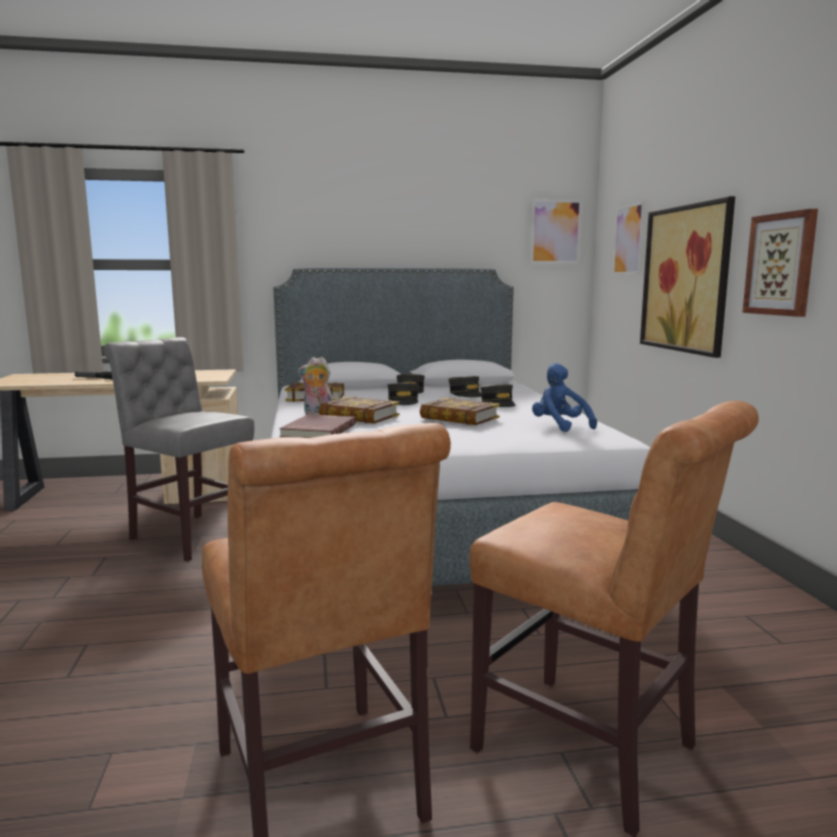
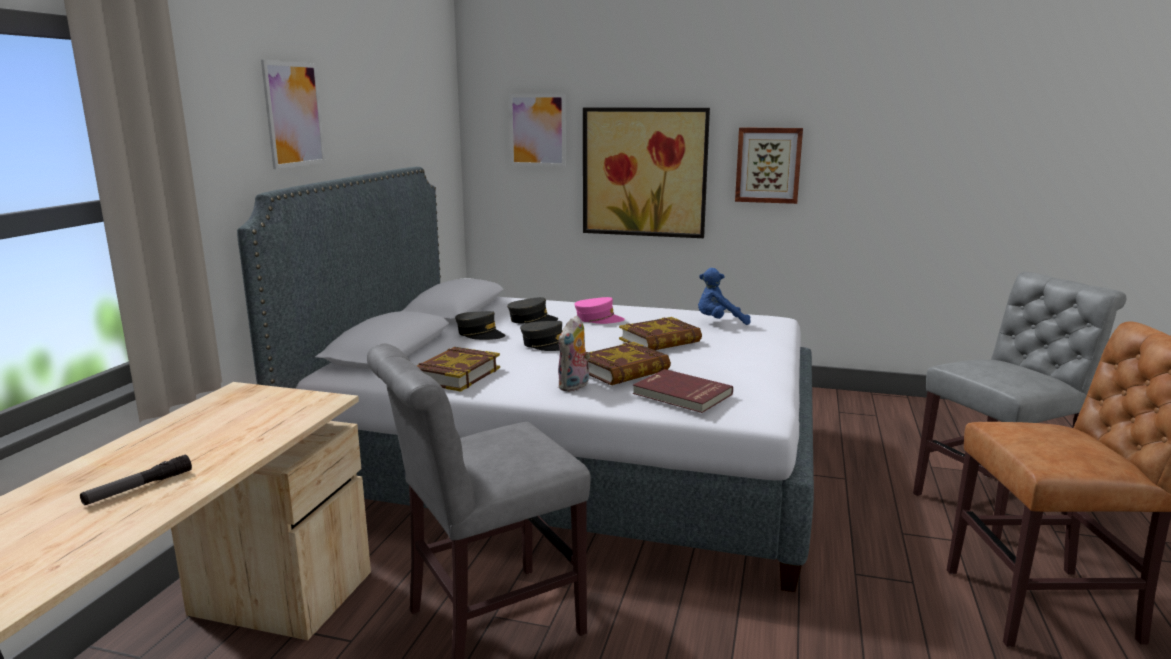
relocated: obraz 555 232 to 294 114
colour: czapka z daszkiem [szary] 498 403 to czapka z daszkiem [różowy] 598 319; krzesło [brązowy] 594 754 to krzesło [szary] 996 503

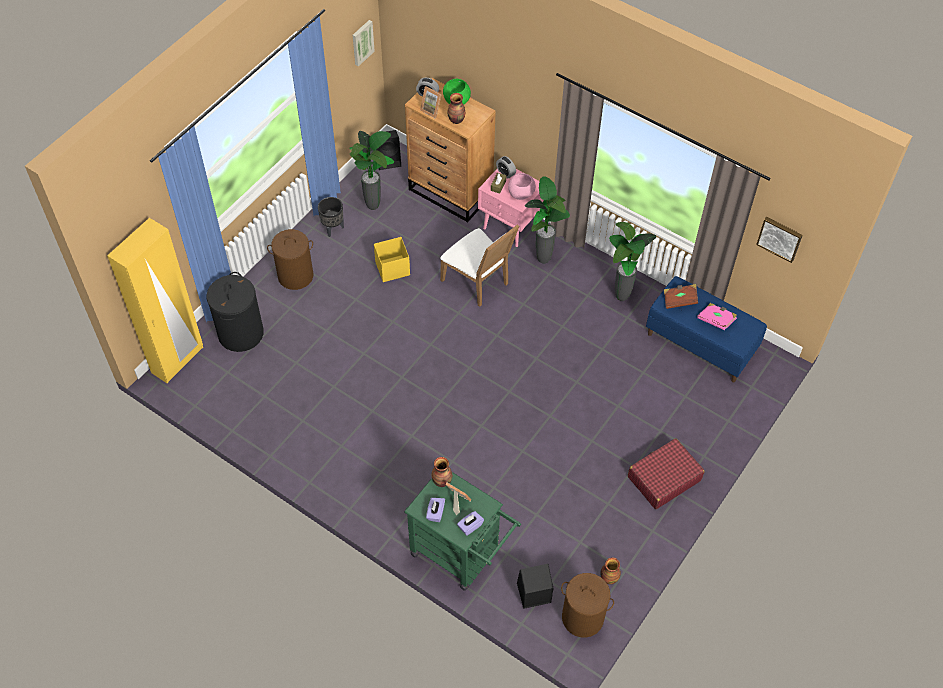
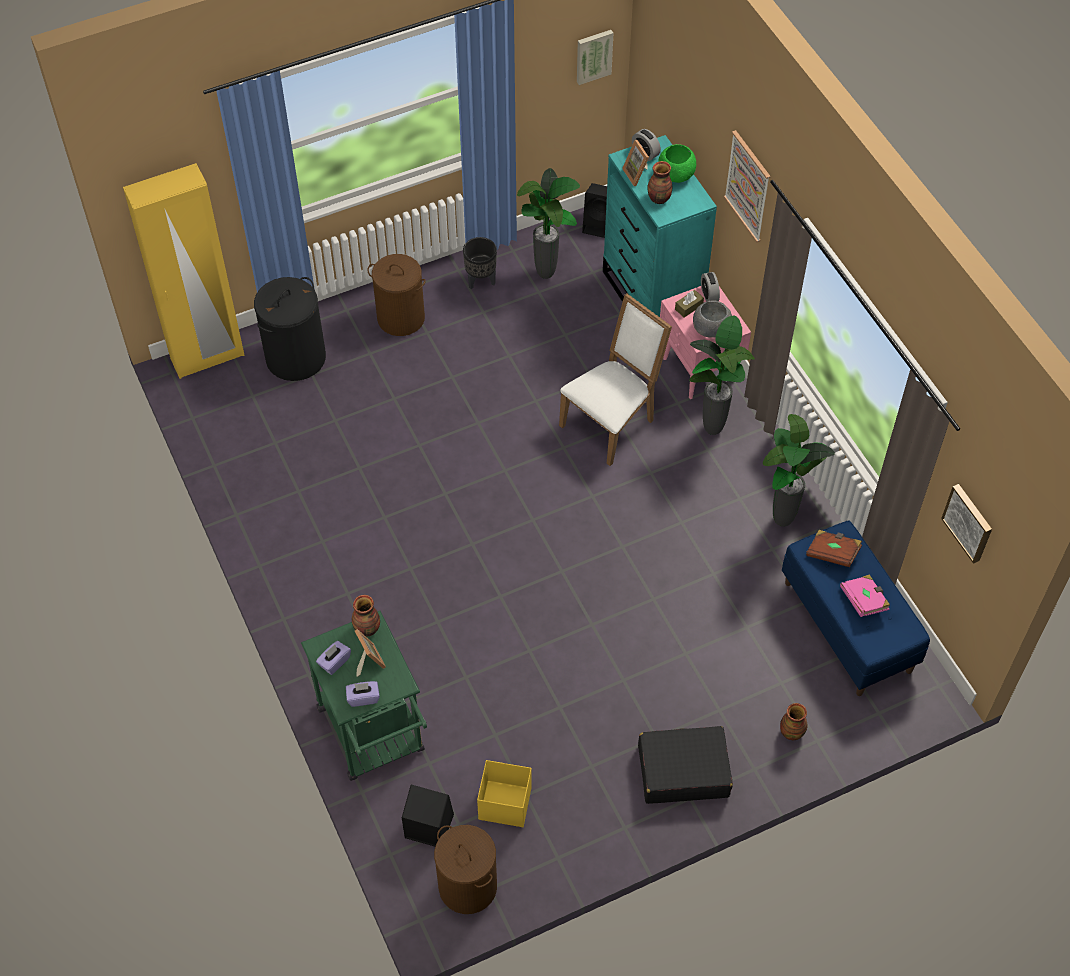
appeared: obraz 748 186
relocated: pojemnik do przechowywania [żółty] 392 268 to 504 803; wazon 609 577 to 791 732
colour: komoda [brązowy] 451 193 to komoda [turkusowy] 652 297; miska [różowy] 521 193 to miska [szary] 711 329; walizka [czerwony] 663 478 to walizka [czarny] 682 771
spun: krzesło [biały] 478 283 = 612 422 120 degrees counterclockwise

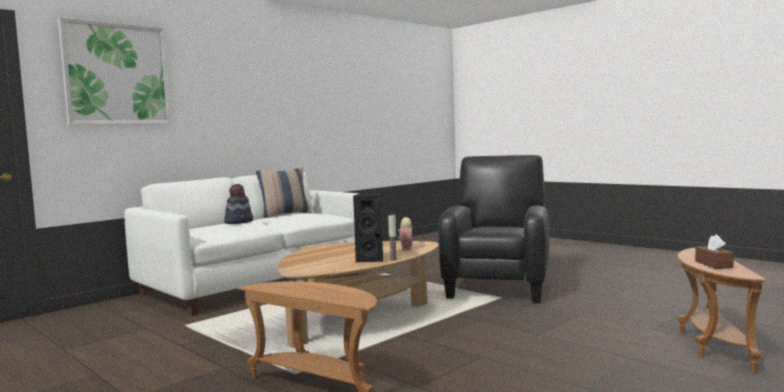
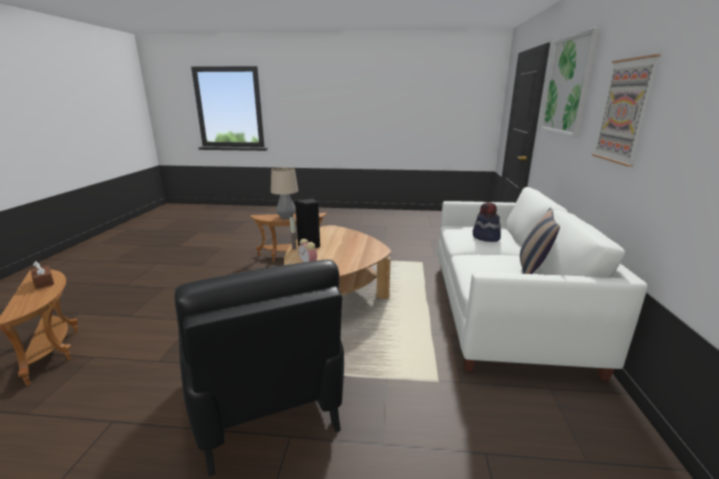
appeared: obraz 624 111; lampa stołowa 286 217

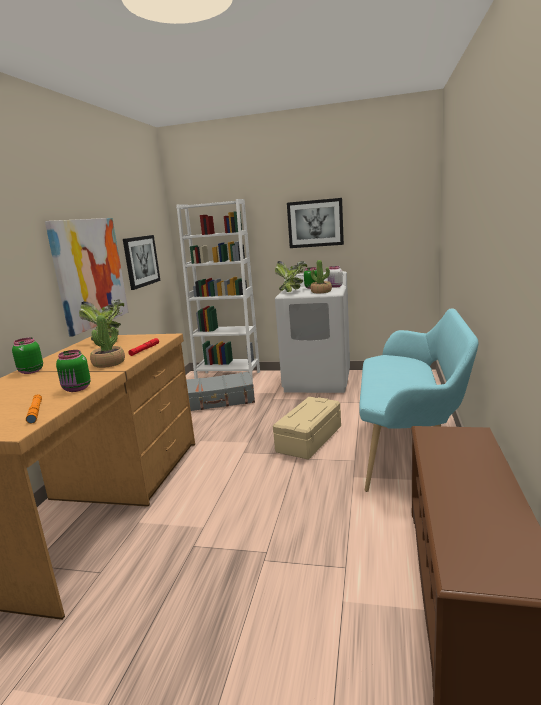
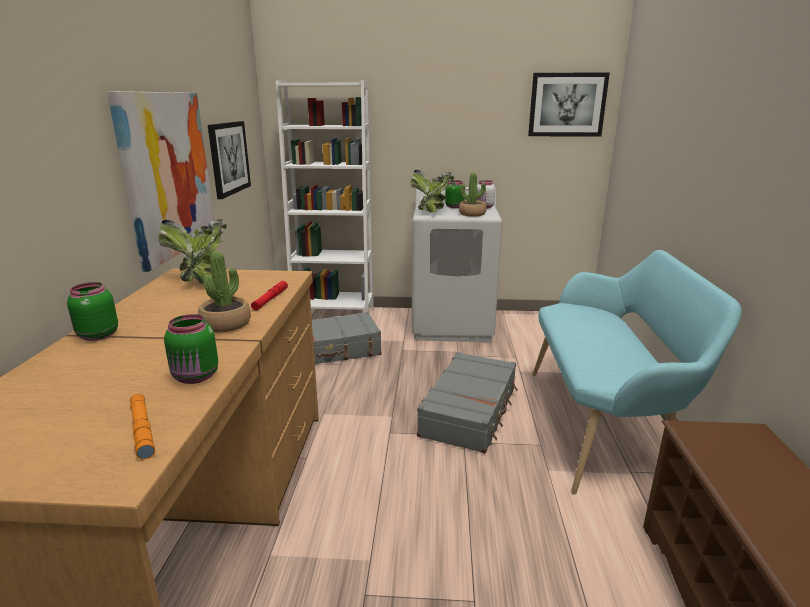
relocated: obraz 315 223 to 567 105
exchanged: pojemnik do przechowywania [beżowy] 309 439 to walizka [szary] 470 411

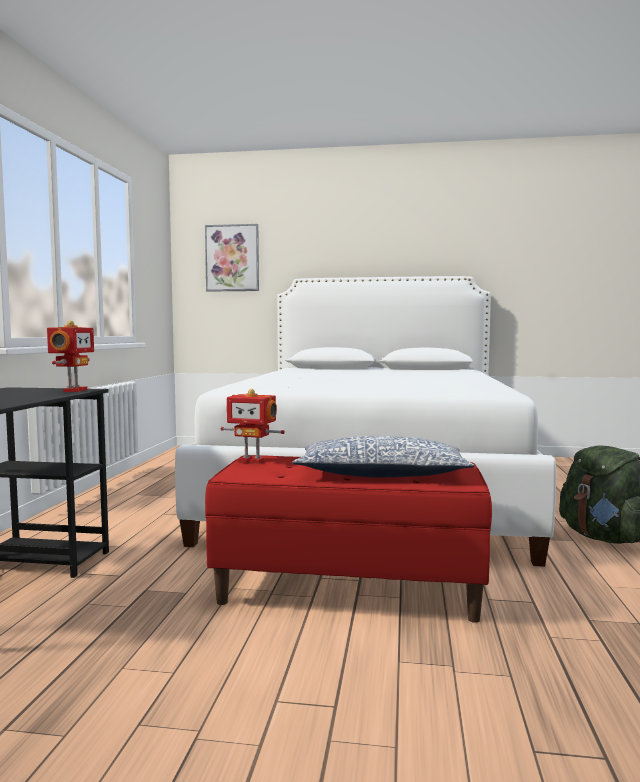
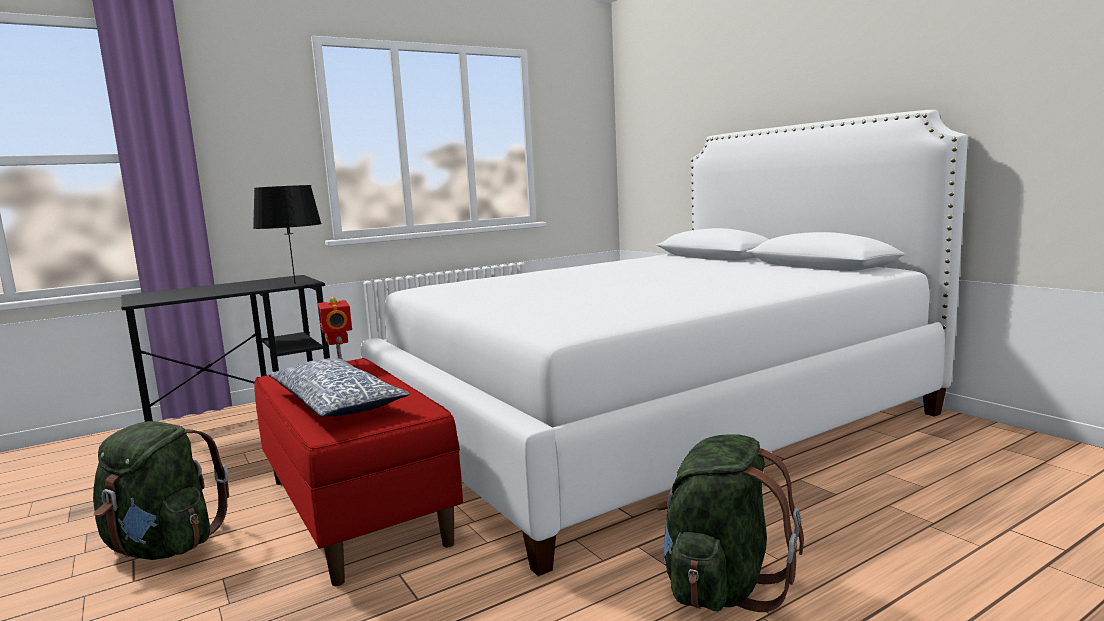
missing: obraz 232 258
appeared: plecak [zielony] 163 547
exchanged: robot zabawkowy 73 390 to lampa stołowa [czarny] 295 283

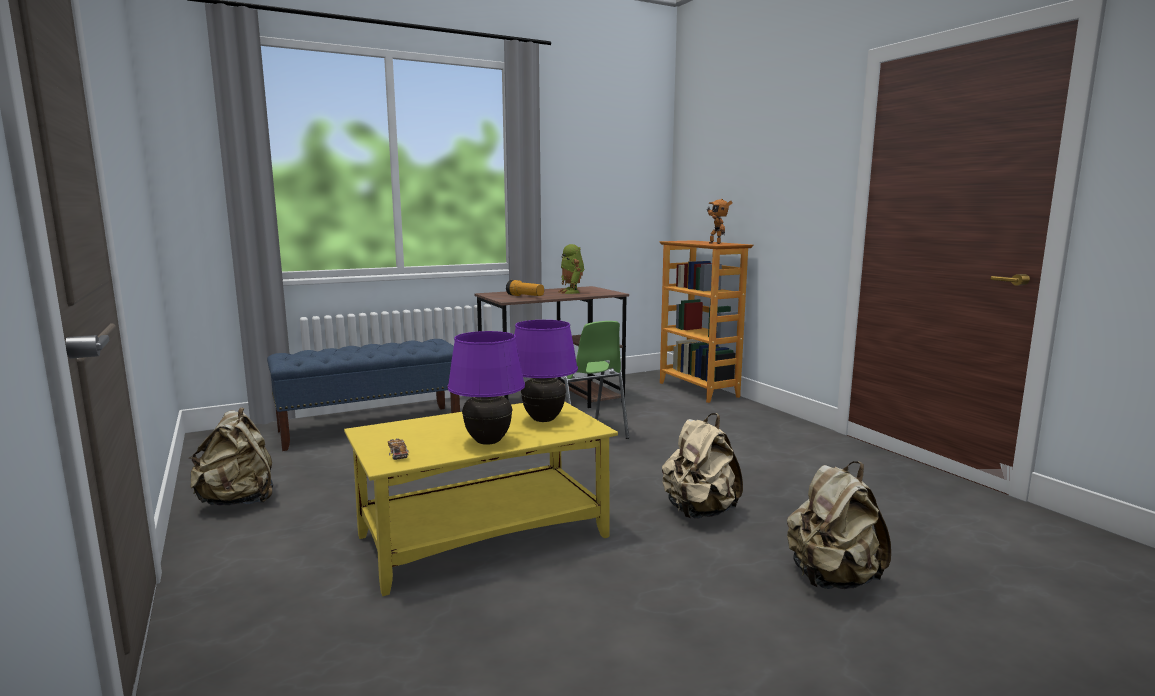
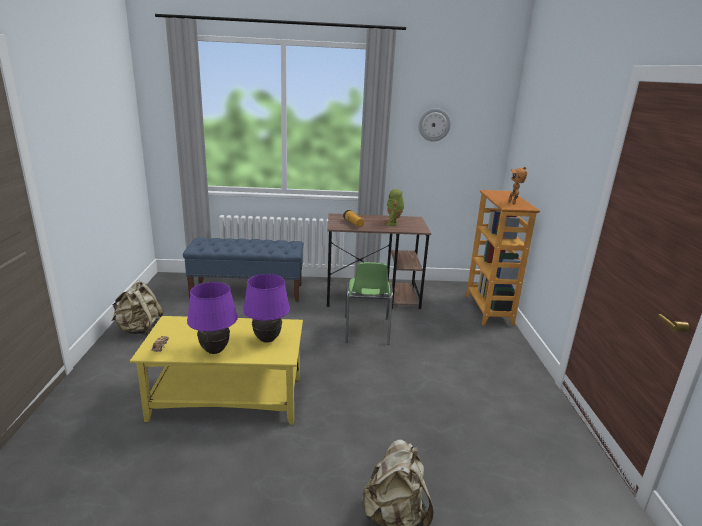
missing: plecak [beżowy] 699 512
appeared: zegar ścienny 434 124

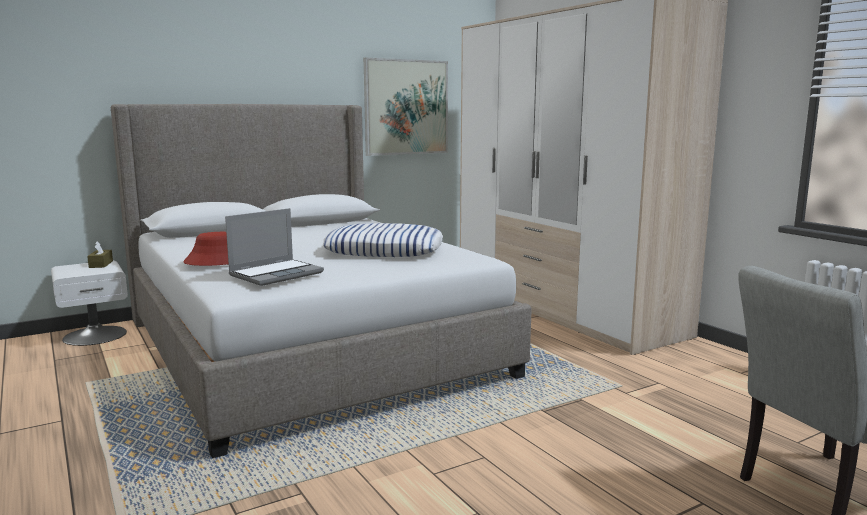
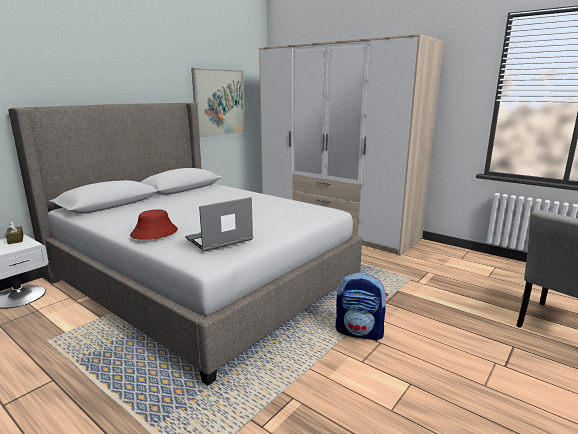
missing: poduszka 384 250
appeared: plecak 360 332
spun: laptop 276 274 = 219 240 150 degrees counterclockwise

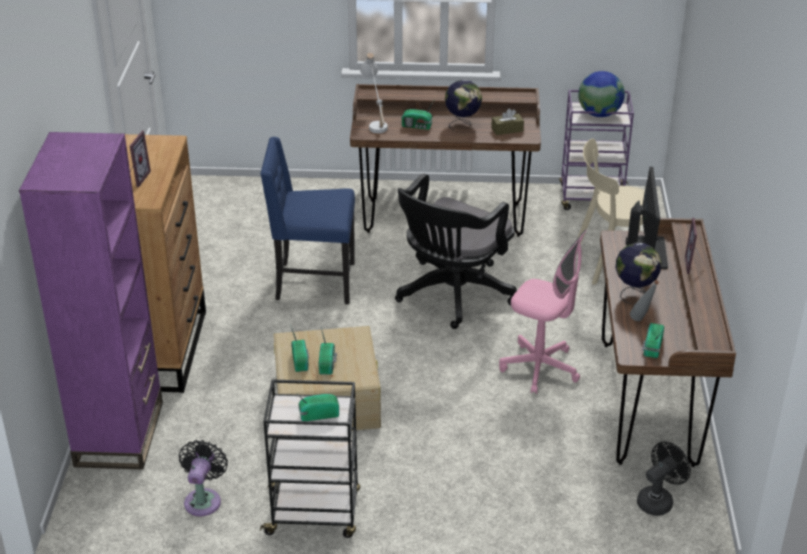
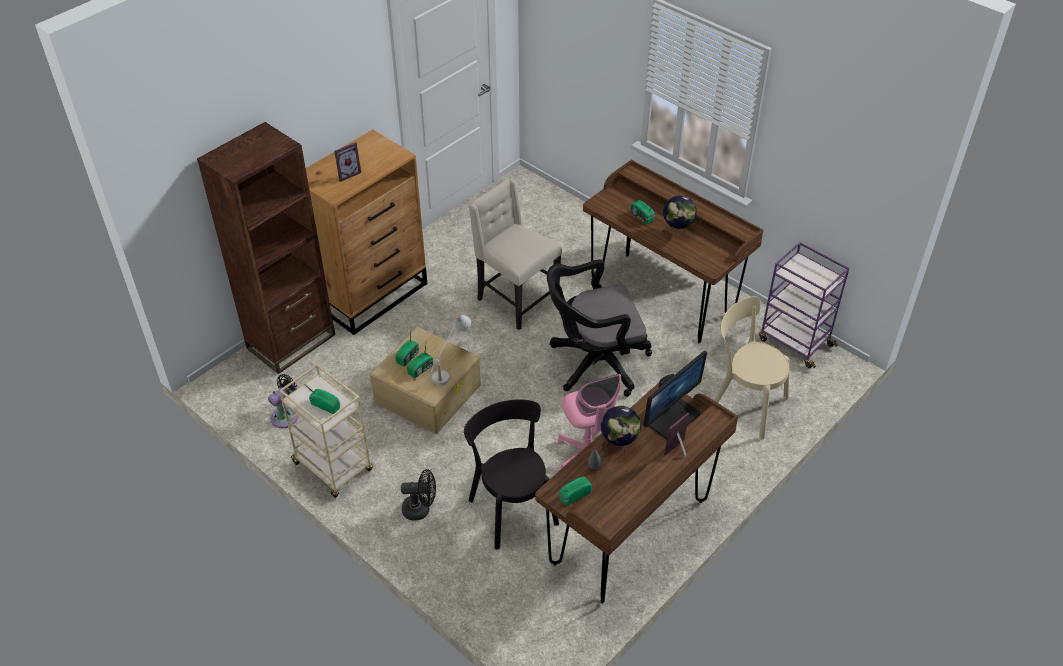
missing: globus 599 114; pudełko chusteczek [brązowy] 507 129
appeared: krzesło [czarny] 511 508
relocated: lampa stołowa [biały] 375 122 to 447 370; wentylator [czarny] 658 500 to 421 509
colour: regał [fioletowy] 119 433 to regał [brązowy] 291 341; krzesło [niebieski] 313 282 to krzesło [beżowy] 515 300; wózek [czarny] 314 513 to wózek [beżowy] 334 467

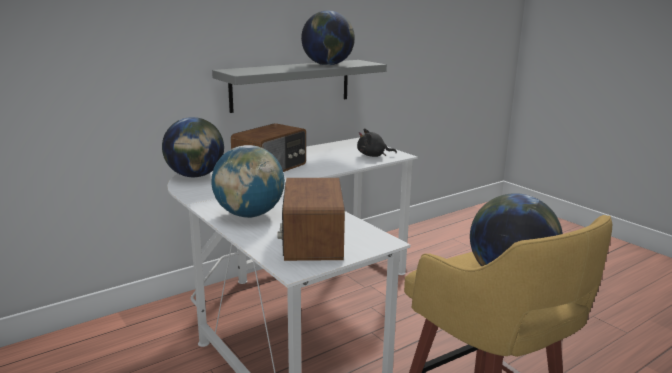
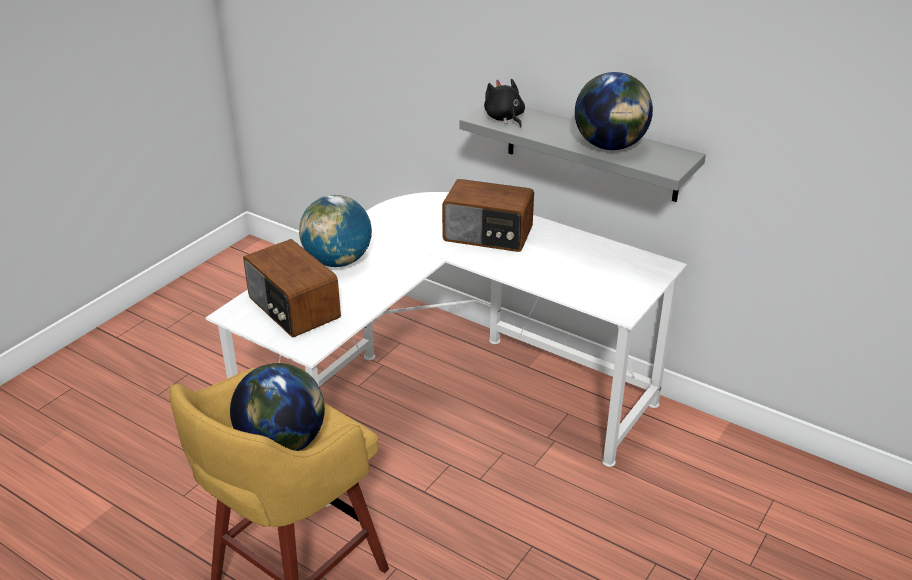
missing: globus 195 176
relocated: pluszak [czarny] 373 155 to 504 118
spun: radio 311 241 = 293 308 105 degrees counterclockwise

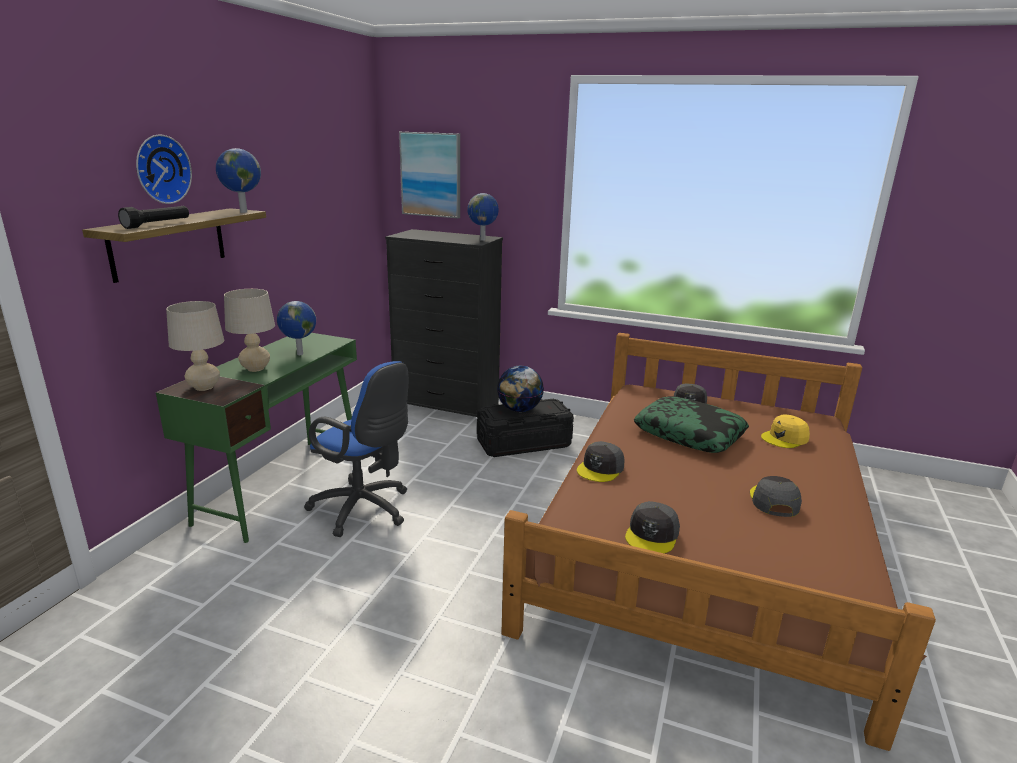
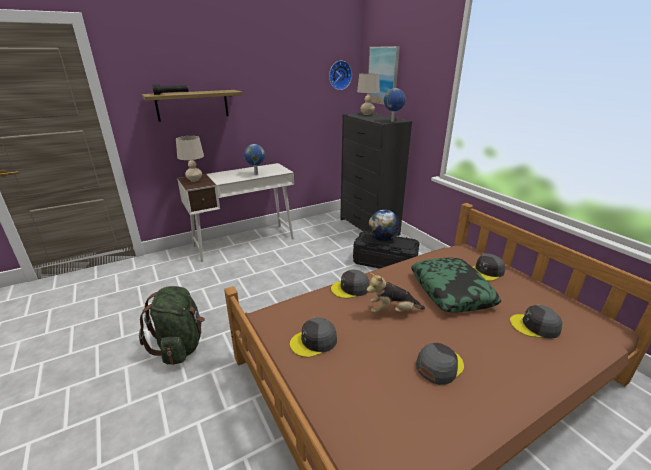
missing: globus 242 212; krzesło biurowe [niebieski] 365 510
appeared: pluszak 392 311; plecak [zielony] 180 346
relocated: zegar ścienny 160 169 to 339 75; lampa stołowa [beżowy] 255 368 to 367 114
colour: biurko [zielony] 282 485 to biurko [biały] 245 242; czapka z daszkiem [żółty] 785 438 to czapka z daszkiem [szary] 535 326

